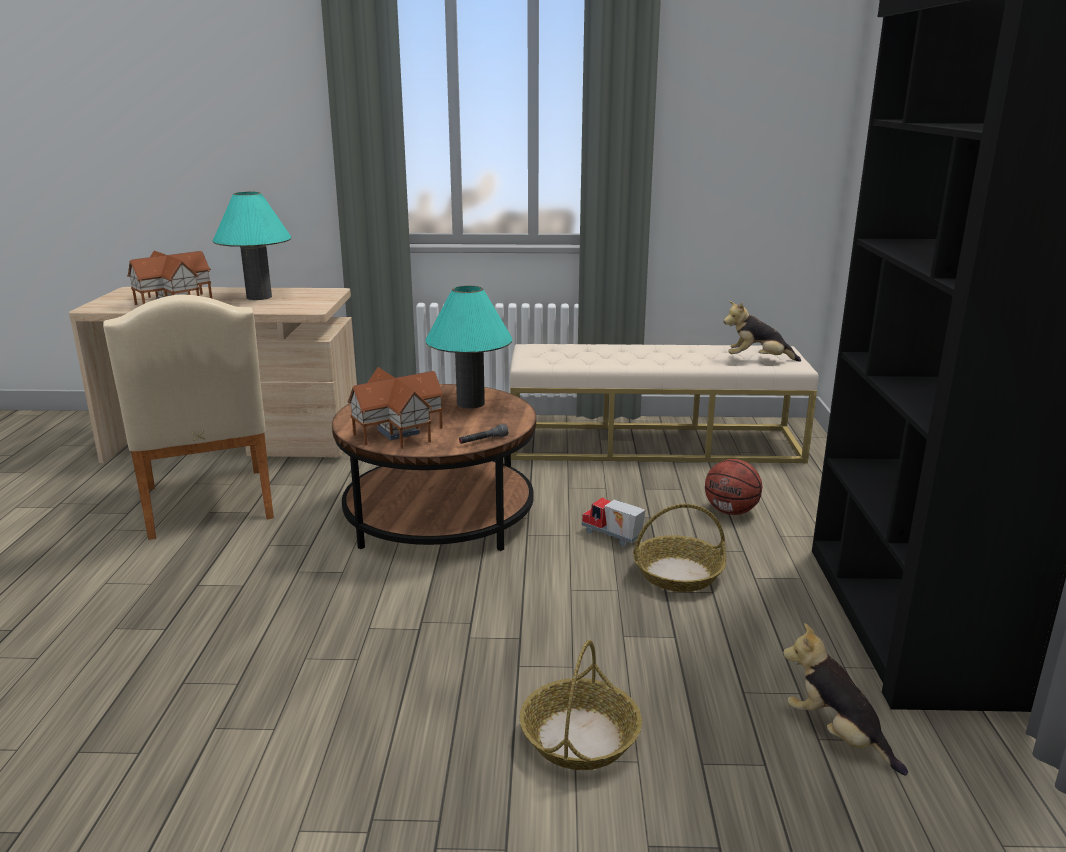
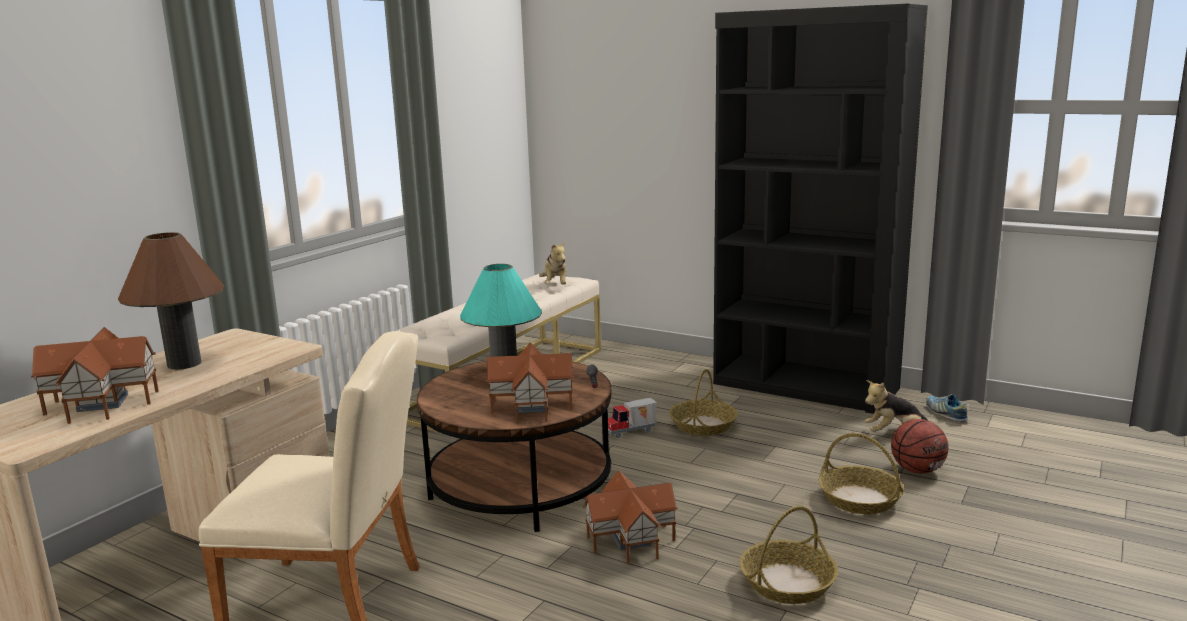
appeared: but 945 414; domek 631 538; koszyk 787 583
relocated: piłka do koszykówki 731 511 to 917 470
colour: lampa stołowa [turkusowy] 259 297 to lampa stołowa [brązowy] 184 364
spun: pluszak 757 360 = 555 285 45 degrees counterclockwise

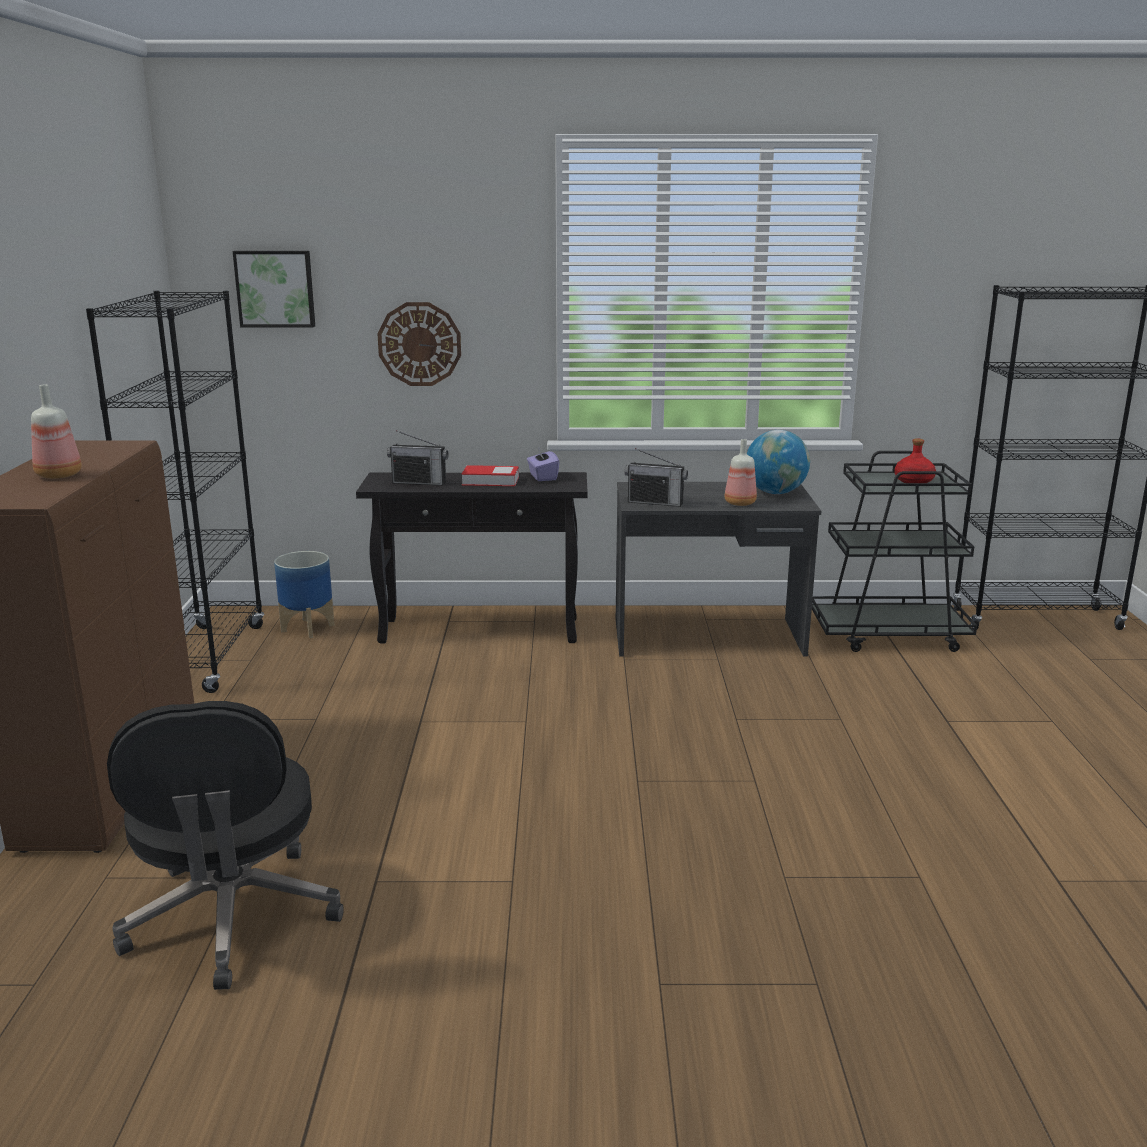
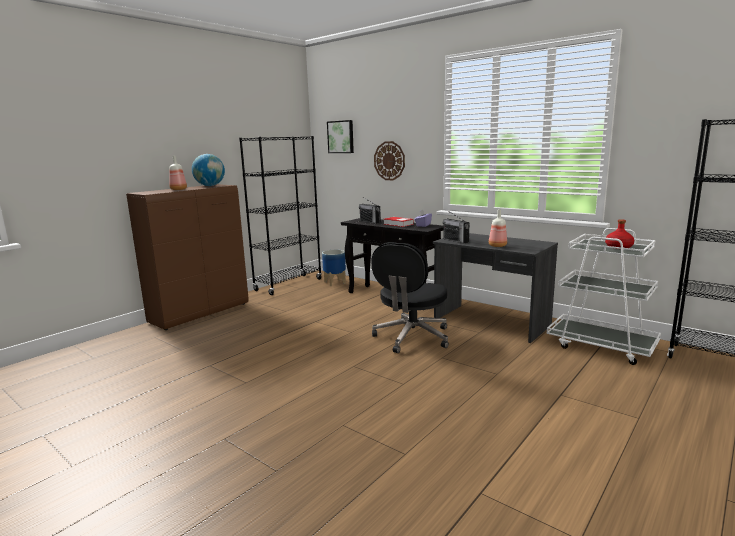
relocated: globus 775 493 to 210 186; krzesło biurowe [czarny] 232 918 to 411 337
colour: wózek [czarny] 889 635 to wózek [biały] 601 346

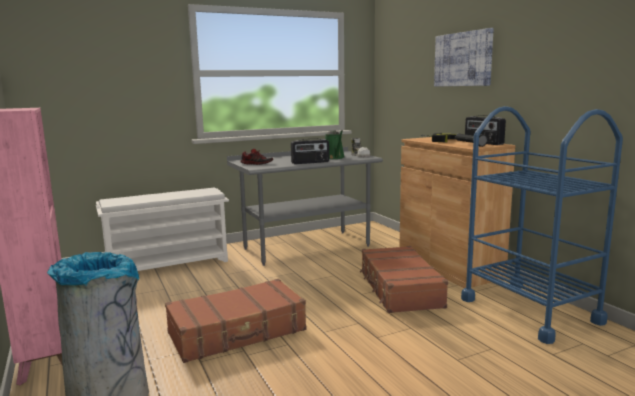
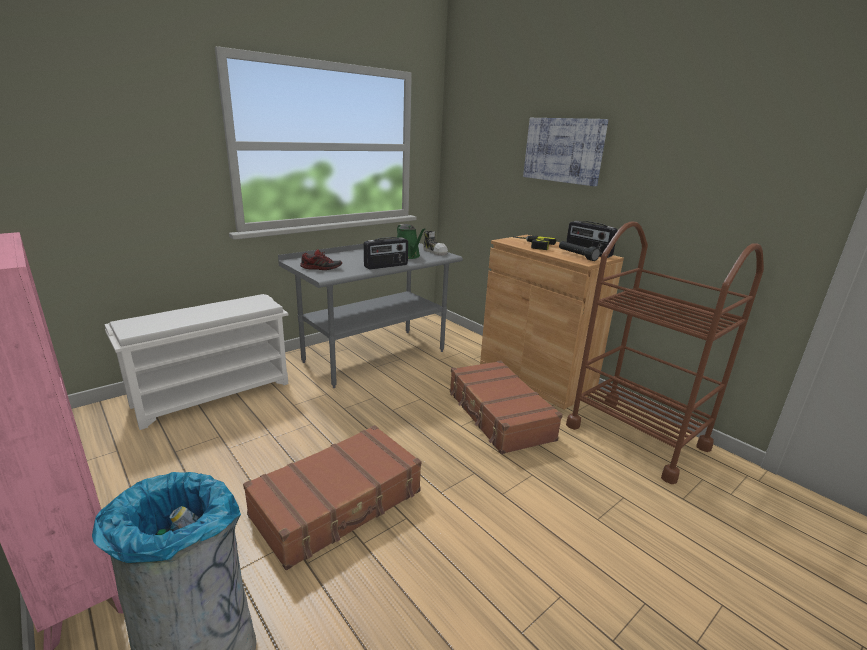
colour: wózek [niebieski] 529 310 to wózek [brązowy] 636 436

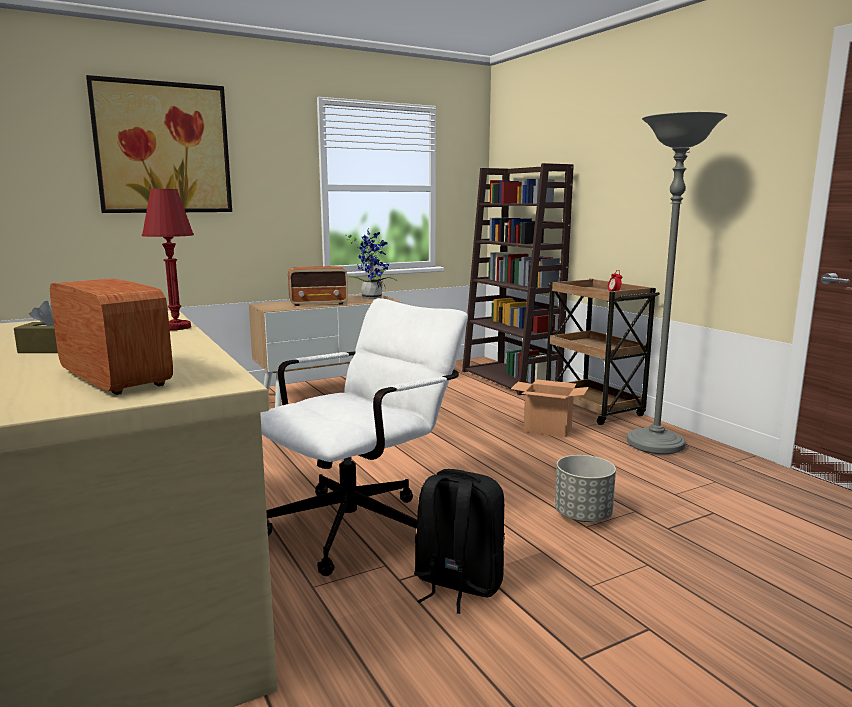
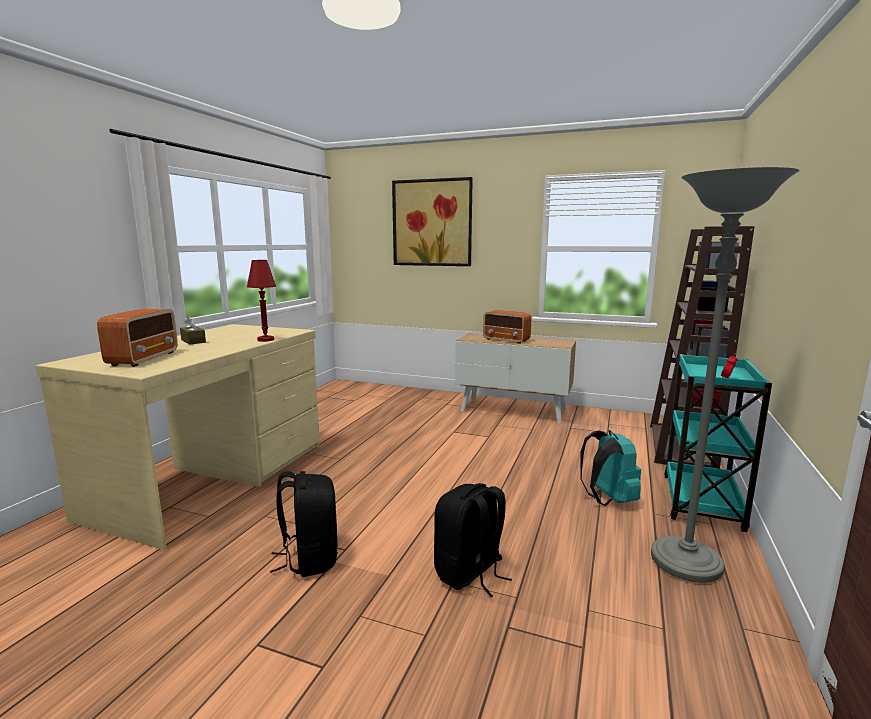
missing: roślina doniczkowa 372 298; krzesło biurowe [biały] 362 523
exchanged: karton 547 429 to plecak [turkusowy] 608 500; donica [szary] 583 516 to plecak [czarny] 469 573
colour: wózek [brązowy] 593 409 to wózek [turkusowy] 701 503

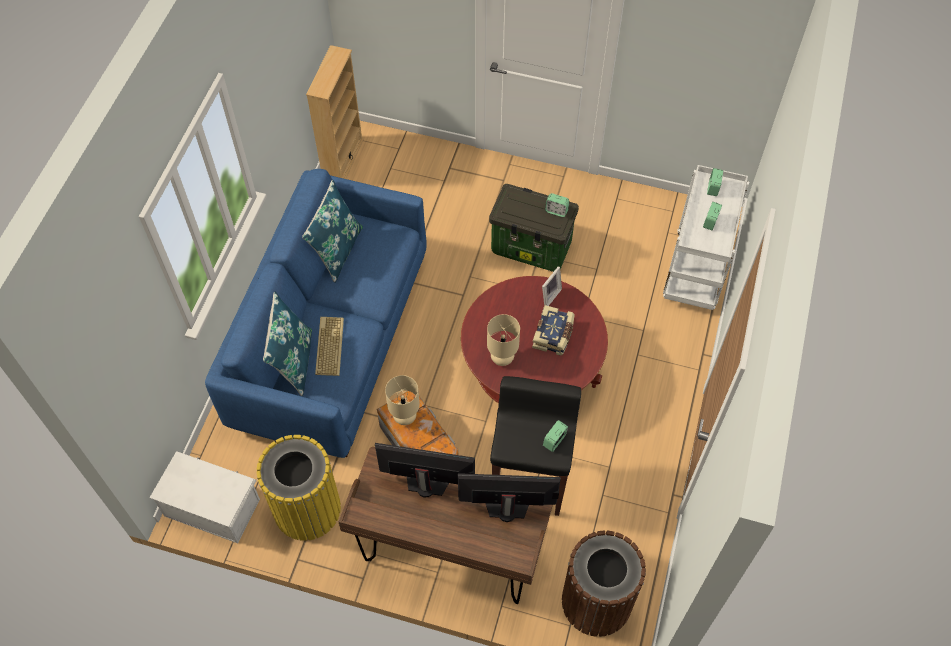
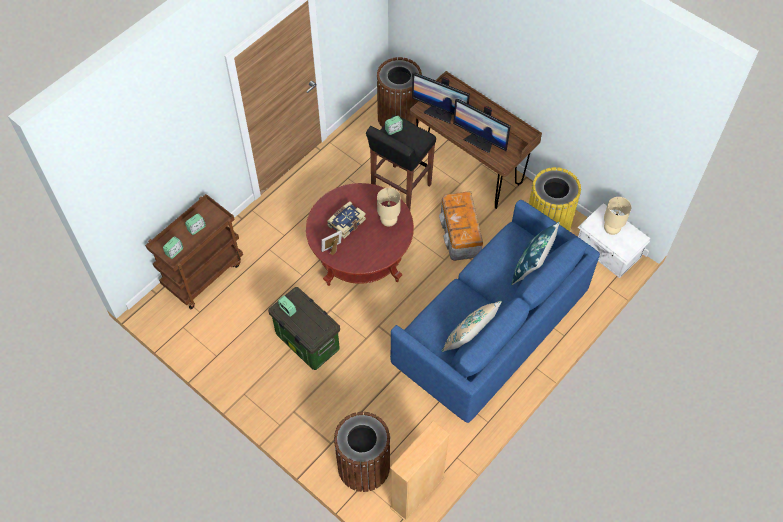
missing: klawiatura 328 346
appeared: kosz na śmieci [brązowy] 363 466
relocated: lampa stołowa [beżowy] 404 417 to 611 229
colour: wózek [biały] 696 273 to wózek [brązowy] 203 273; poduszka [niebieski] 337 251 to poduszka [beżowy] 469 339

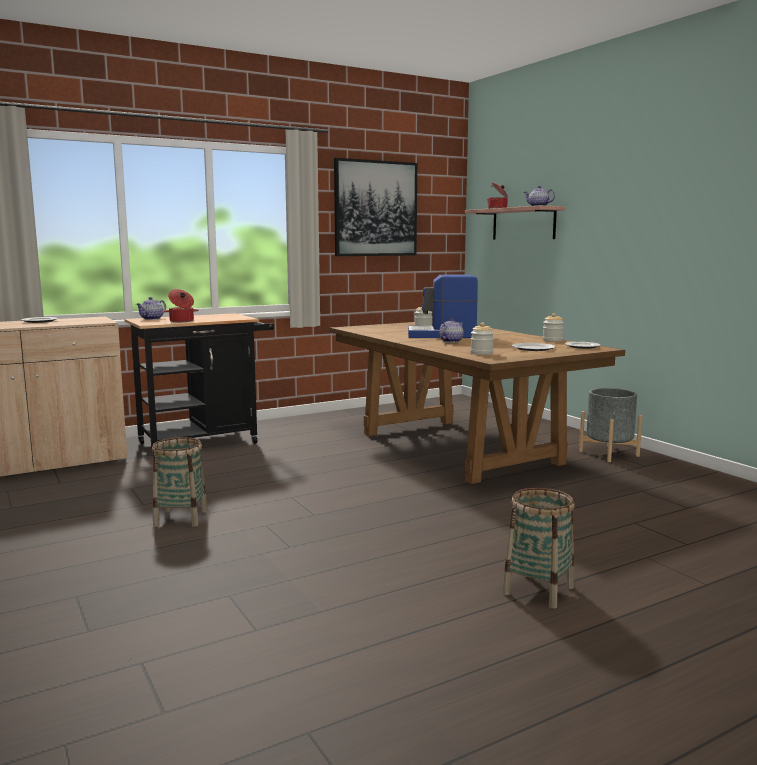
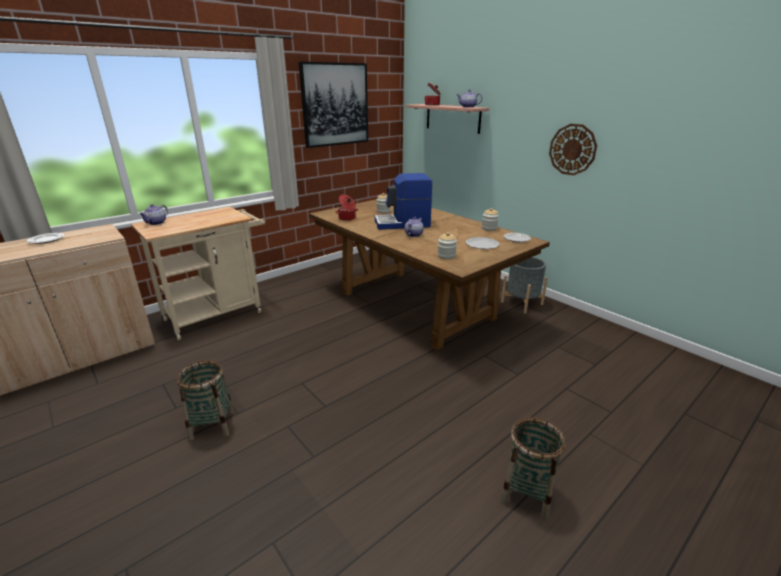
appeared: zegar ścienny 572 149
relocated: garnek 181 321 to 347 218
colour: wózek [czarny] 206 442 to wózek [beżowy] 219 314

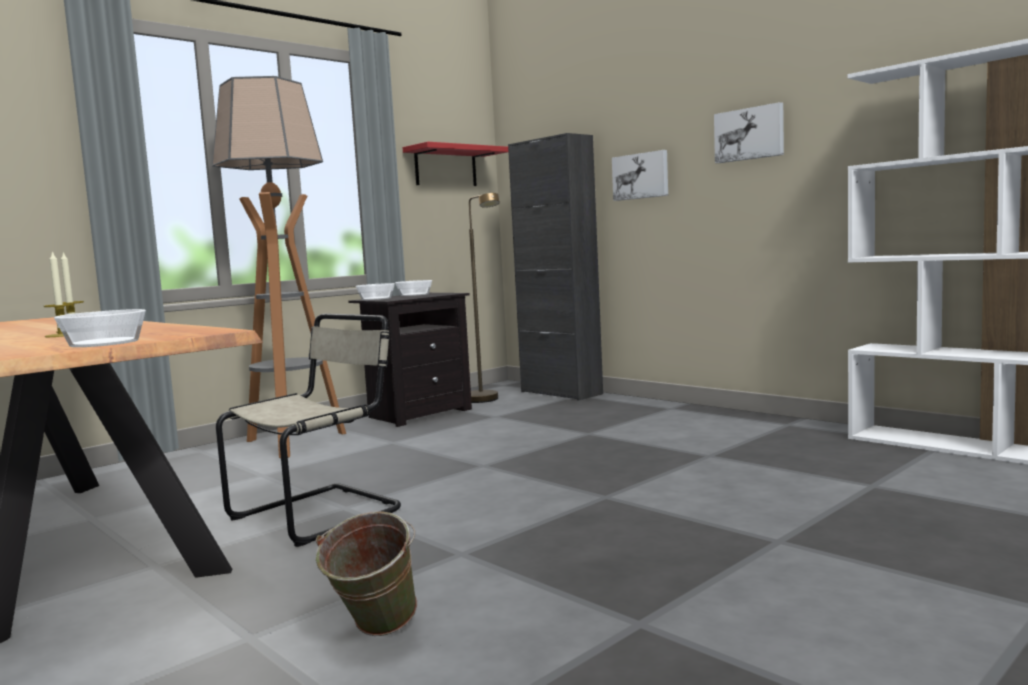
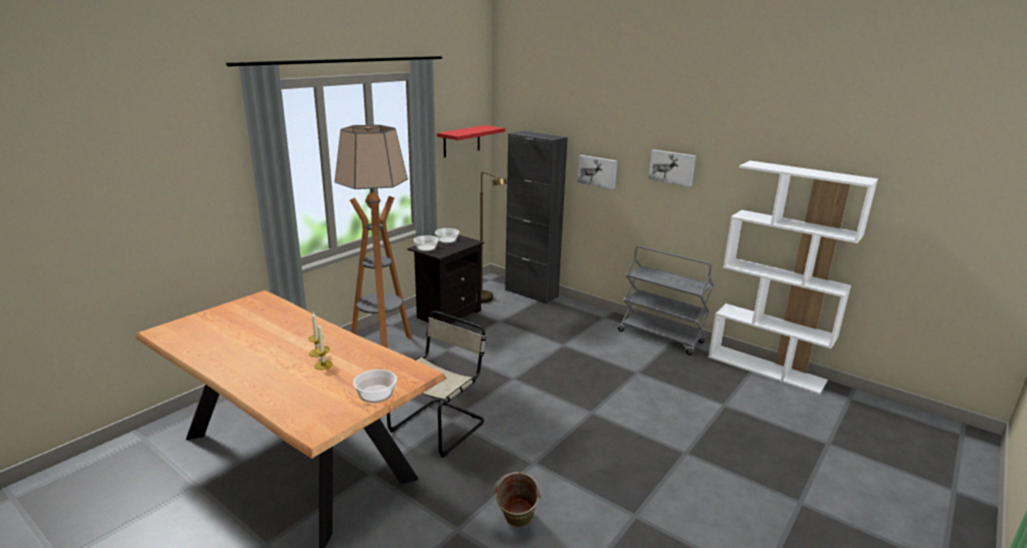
appeared: wózek [szary] 662 337

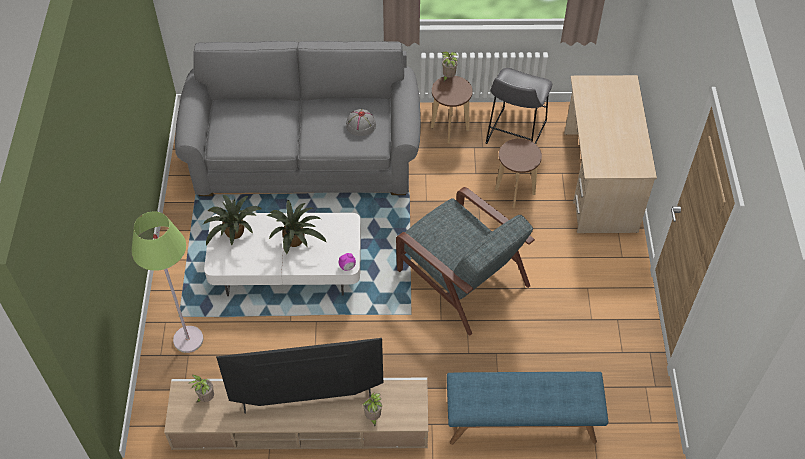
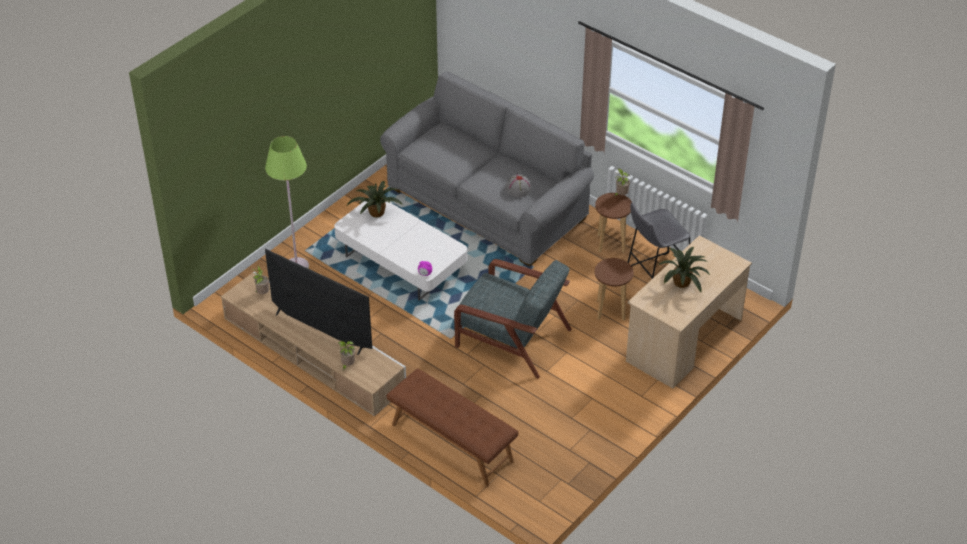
relocated: roślina doniczkowa 296 240 to 683 283
colour: ławka [niebieski] 521 422 to ławka [brązowy] 451 443
spun: fotel [szary] 461 276 = 511 337 60 degrees counterclockwise

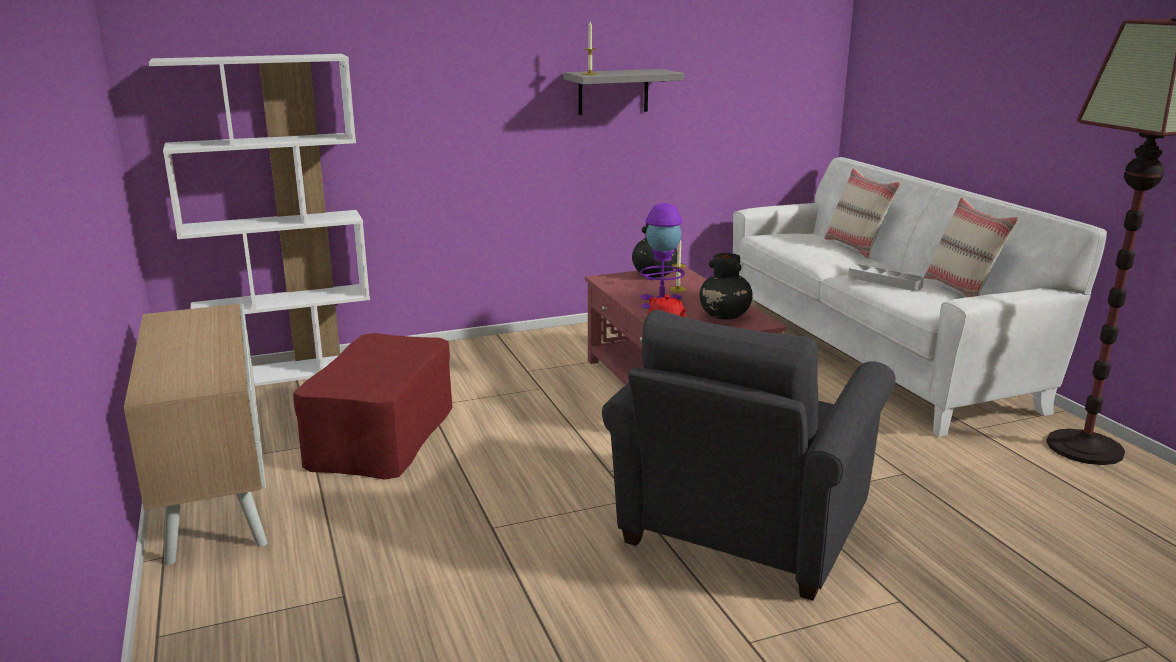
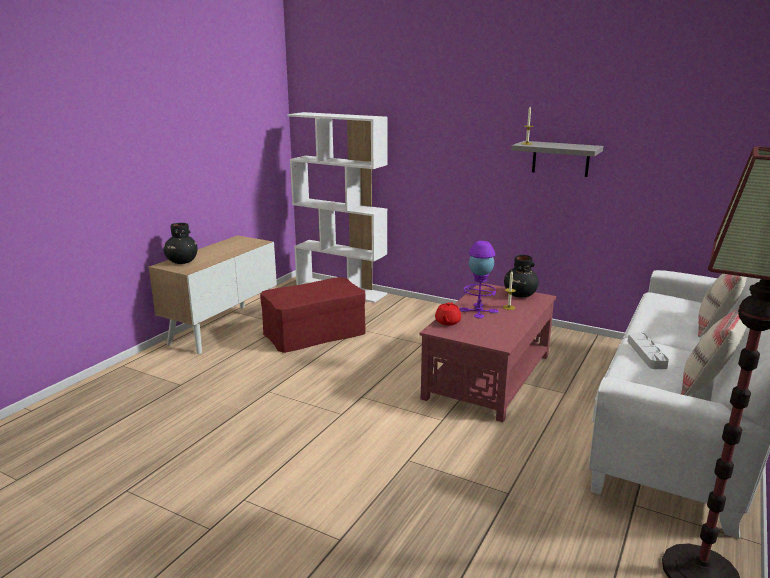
missing: fotel [szary] 739 532
relocated: wazon [czarny] 724 316 to 182 262

